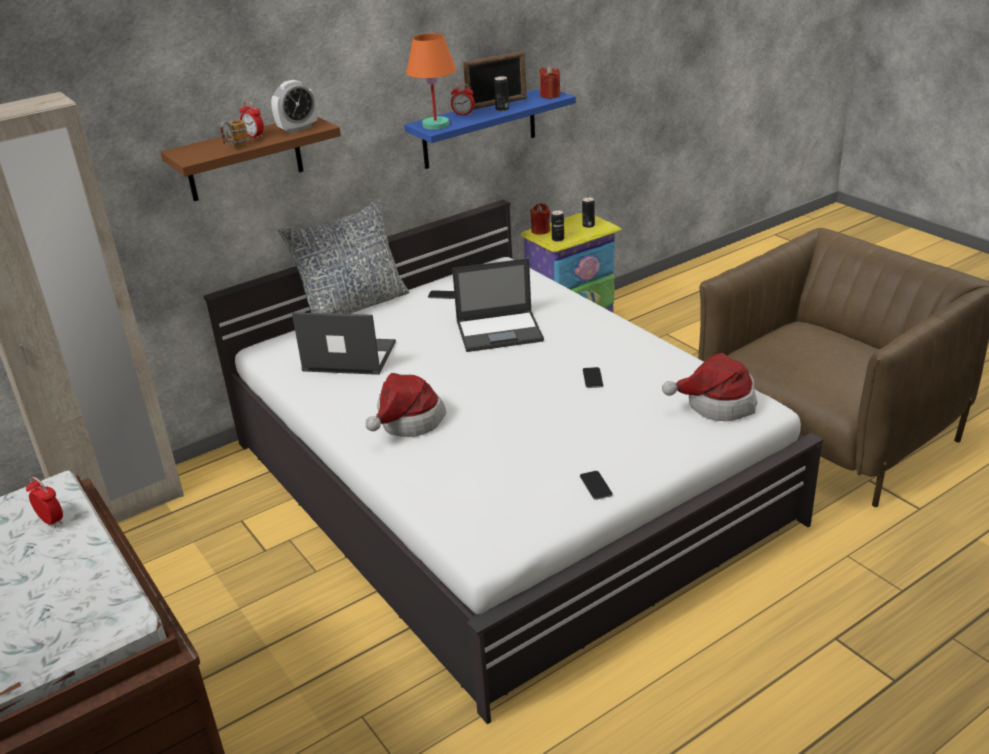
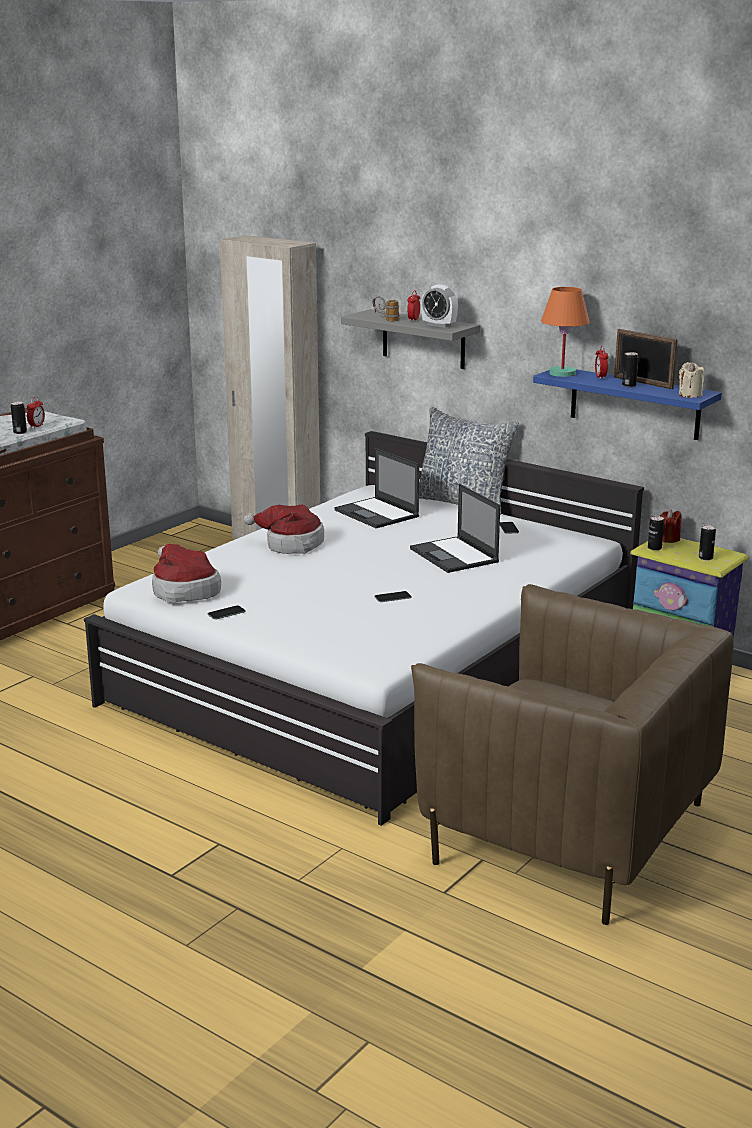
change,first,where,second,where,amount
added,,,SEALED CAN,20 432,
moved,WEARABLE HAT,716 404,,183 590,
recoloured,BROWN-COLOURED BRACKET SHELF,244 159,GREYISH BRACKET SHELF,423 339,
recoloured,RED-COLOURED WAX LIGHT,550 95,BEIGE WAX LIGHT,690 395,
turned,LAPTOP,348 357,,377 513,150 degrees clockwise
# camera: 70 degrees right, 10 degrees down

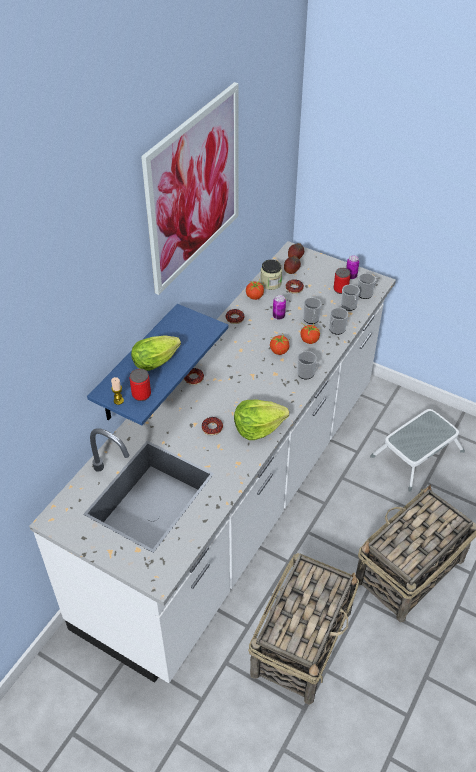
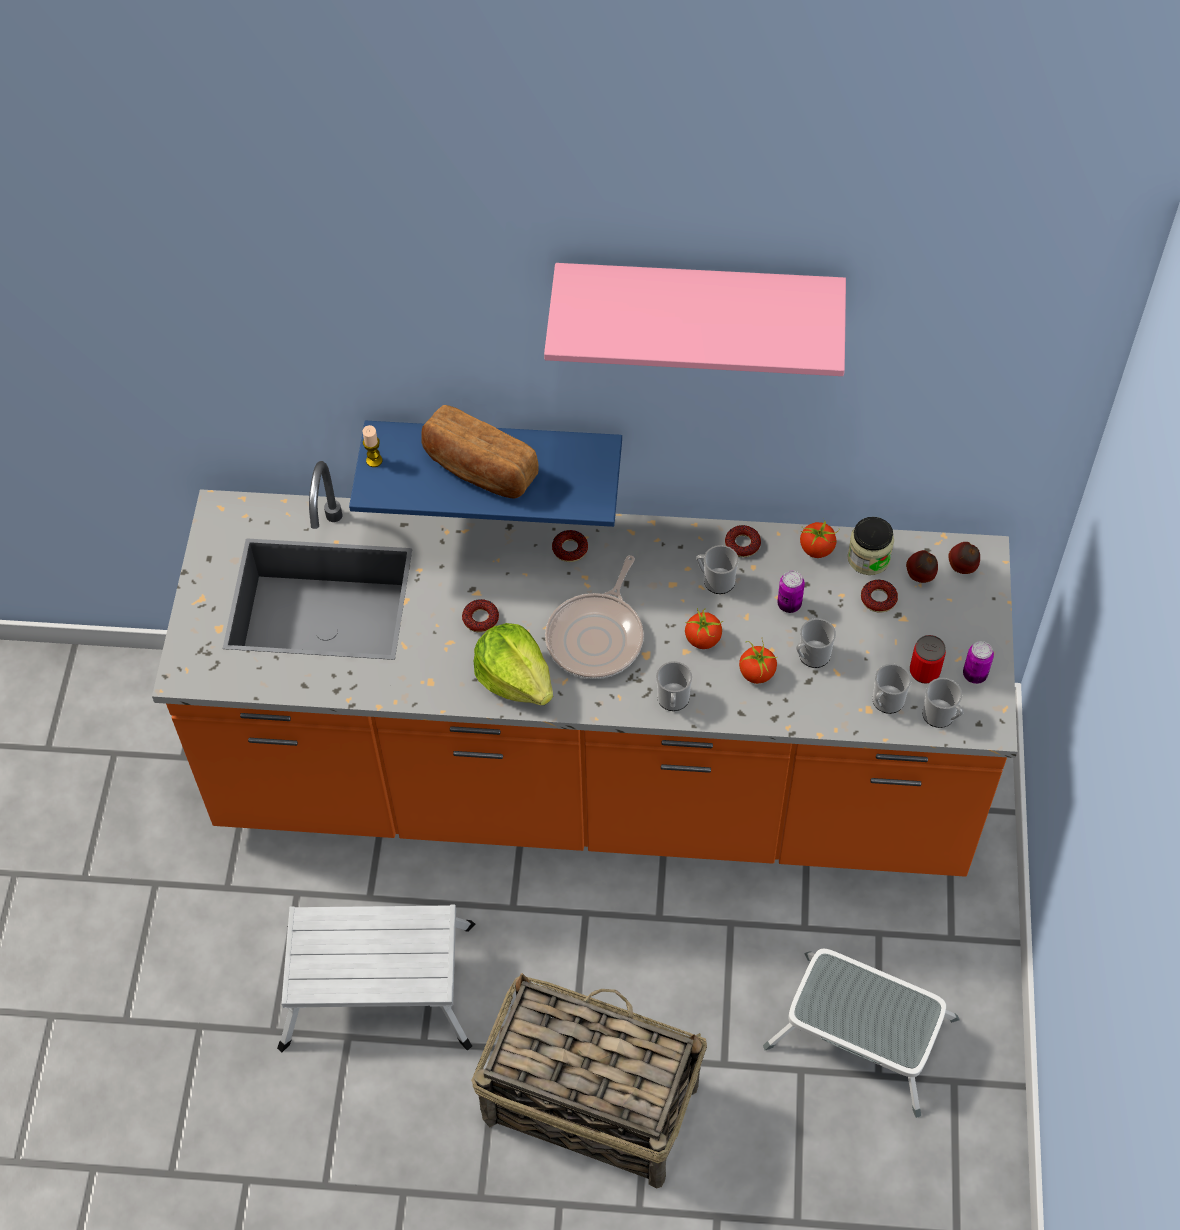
change,first,where,second,where,amount
removed,SEALED CAN,141 394,,,
added,,,FRYING PAN,597 637,
moved,COFFEE MUG,336 330,,715 580,
replaced,LETTUCE,158 361,BREAD,479 469,
replaced,WALL ART,194 189,PINK BRACKET SHELF,698 305,
replaced,BASKET,302 641,WHITE-COLOURED STEP LADDER,379 985,
recoloured,WHITE-COLOURED KITCHEN BASE UNIT,237 499,ORANGE KITCHEN BASE UNIT,594 781,
# camera: 65 degrees right, 10 degrees up

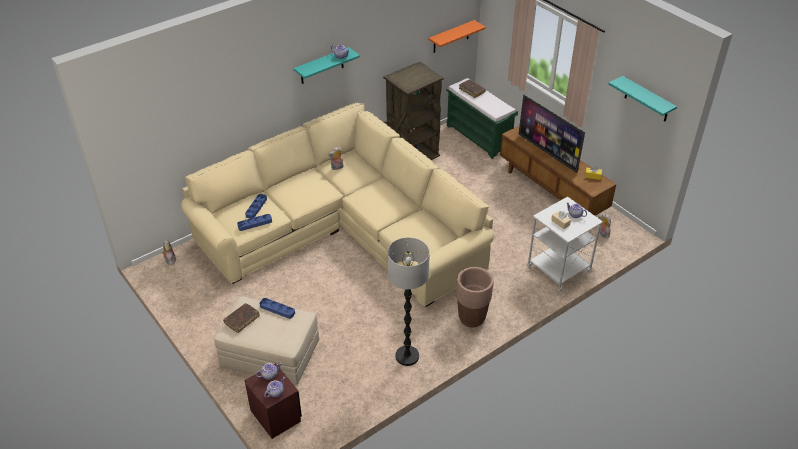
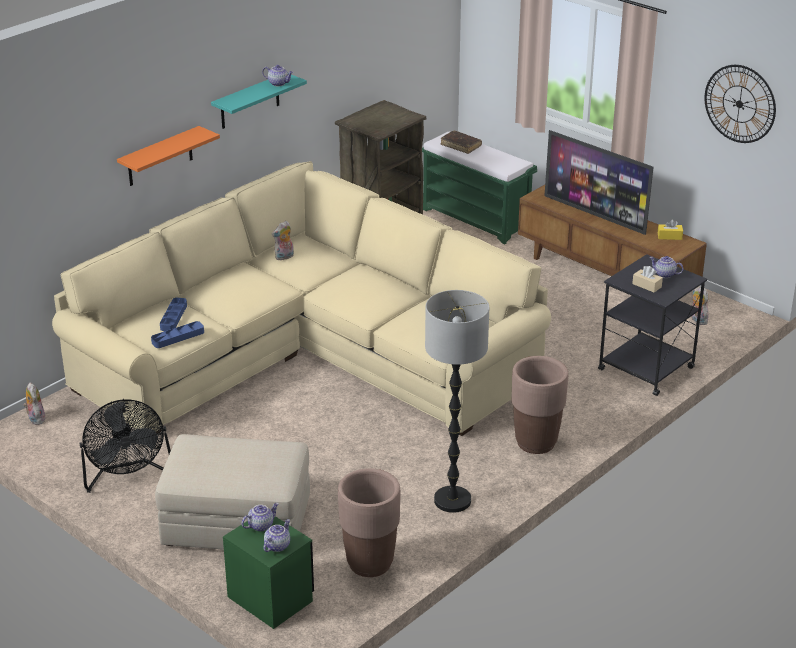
change,first,where,second,where,amount
removed,BROWN-COLOURED VOLUME,242 320,,,
removed,BLUE-COLOURED TRAY,277 309,,,
added,,,BLACK COOLING FAN,123 474,
added,,,BROWN-COLOURED PLANTER,369 563,
moved,ORANGE BRACKET SHELF,451 37,,160 157,
replaced,TURQUOISE BRACKET SHELF,647 100,WALL CLOCK,739 104,
recoloured,BROWN-COLOURED NIGHTSTAND,276 415,GREEN-COLOURED NIGHTSTAND,270 599,
recoloured,WHITE-COLOURED TROLLEY,558 269,BLACK TROLLEY,645 369,
# camera: 10 degrees left, 10 degrees down

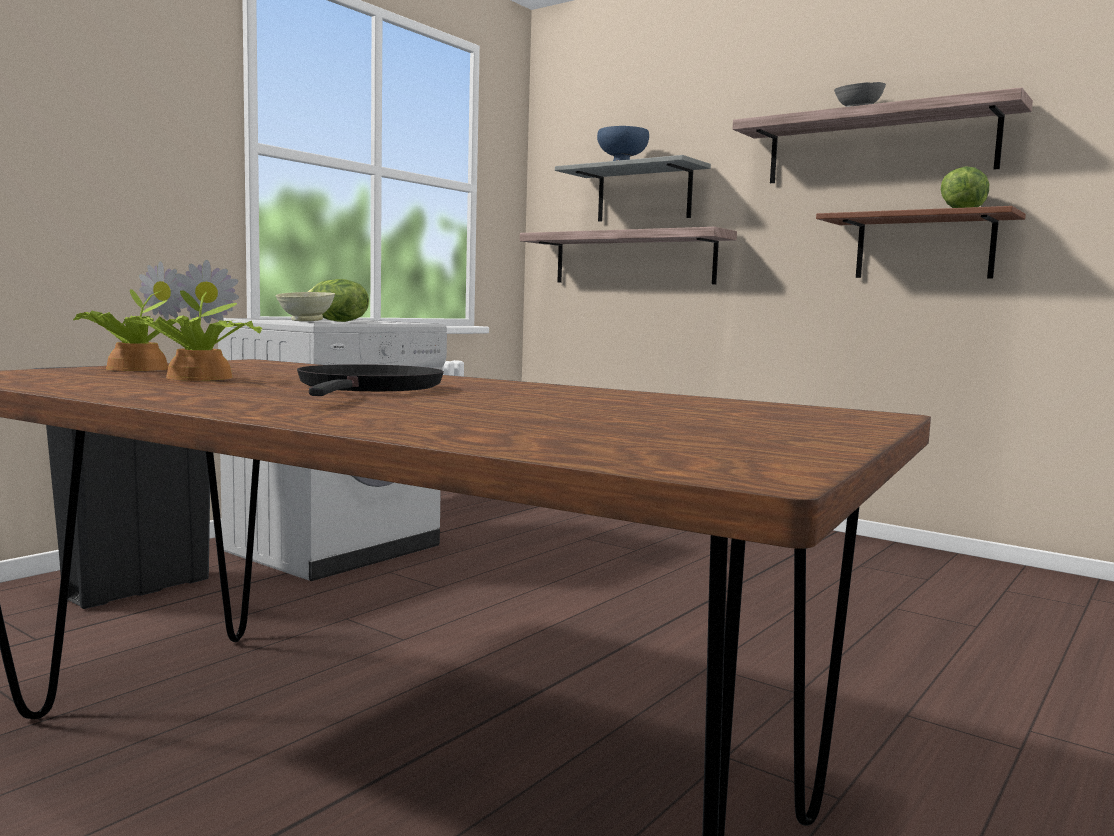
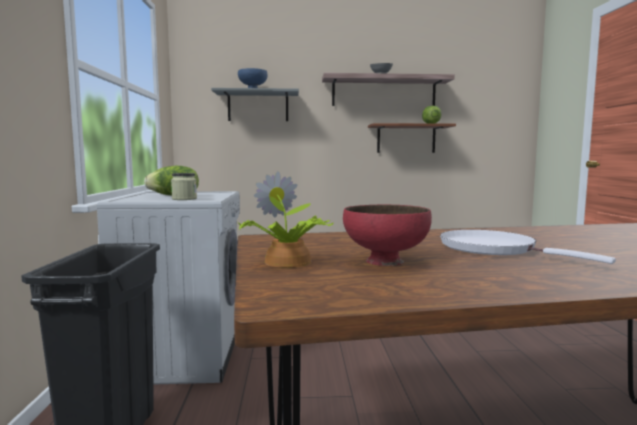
change,first,where,second,where,amount
removed,BRACKET SHELF,633 258,,,
replaced,HOUSEPLANT,196 377,RED-COLOURED DEEP DISH,385 261,
replaced,BEIGE DEEP DISH,304 321,STORAGE JAR,184 199,
recoloured,BLACK FRYING PAN,369 388,WHITE-COLOURED FRYING PAN,493 249,
# camera: 40 degrees left, 0 degrees up

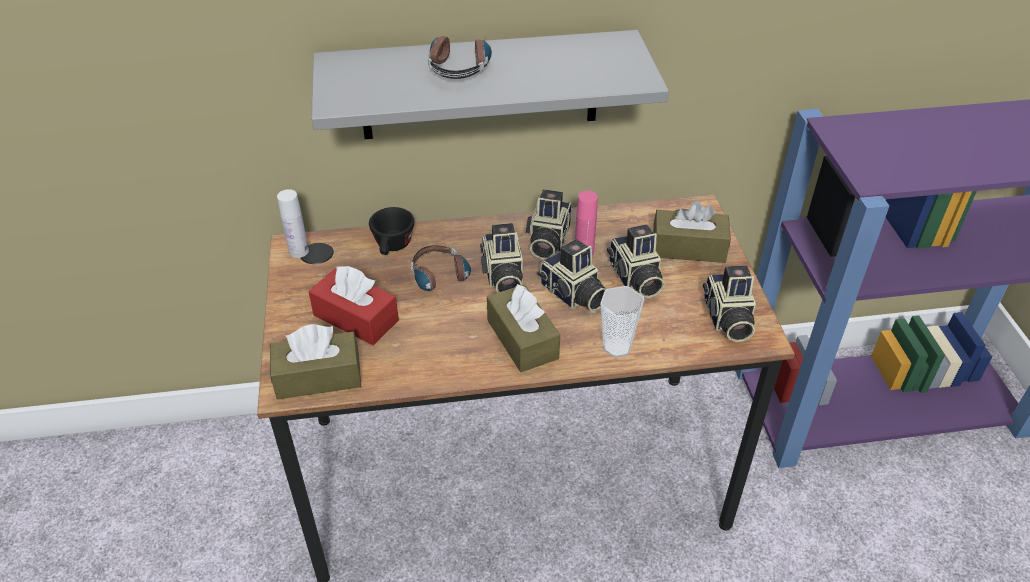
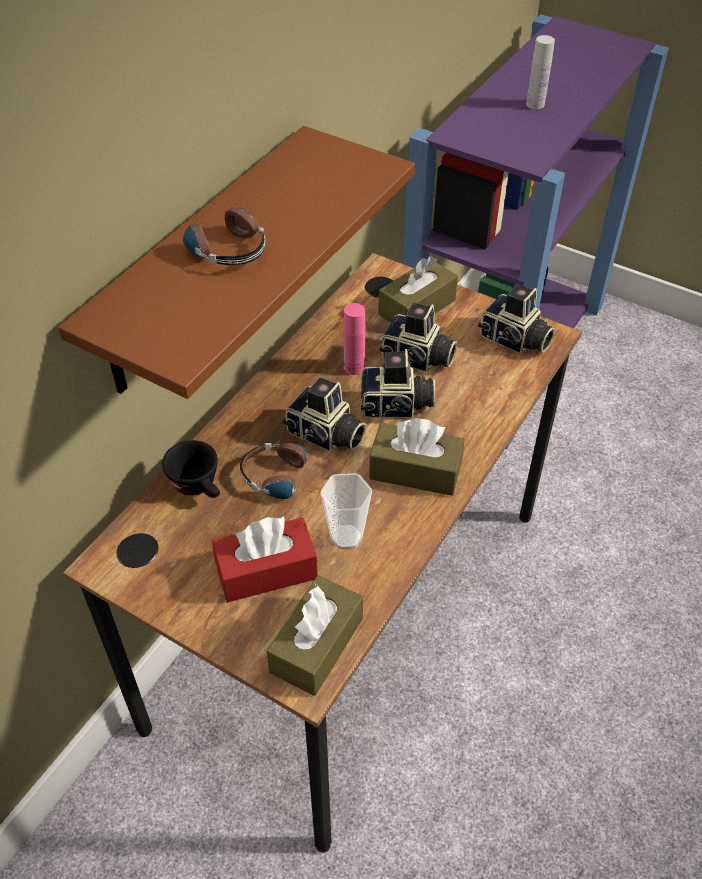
change,first,where,second,where,amount
removed,STILL CAMERA,546 241,,,
moved,WHITE-COLOURED BEVERAGE BOTTLE,299 251,,535 104,
moved,SMALL CUP,617 347,,346 537,
recoloured,GREYISH BRACKET SHELF,480 85,BROWN-COLOURED BRACKET SHELF,201 263,
# camera: 50 degrees left, 5 degrees up

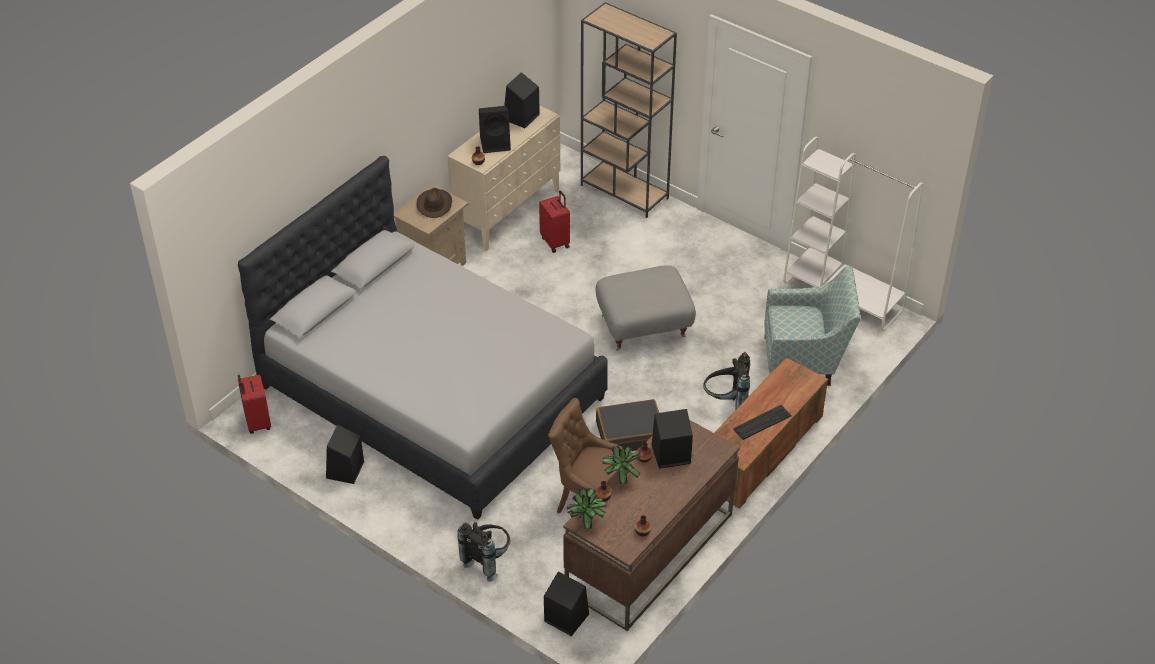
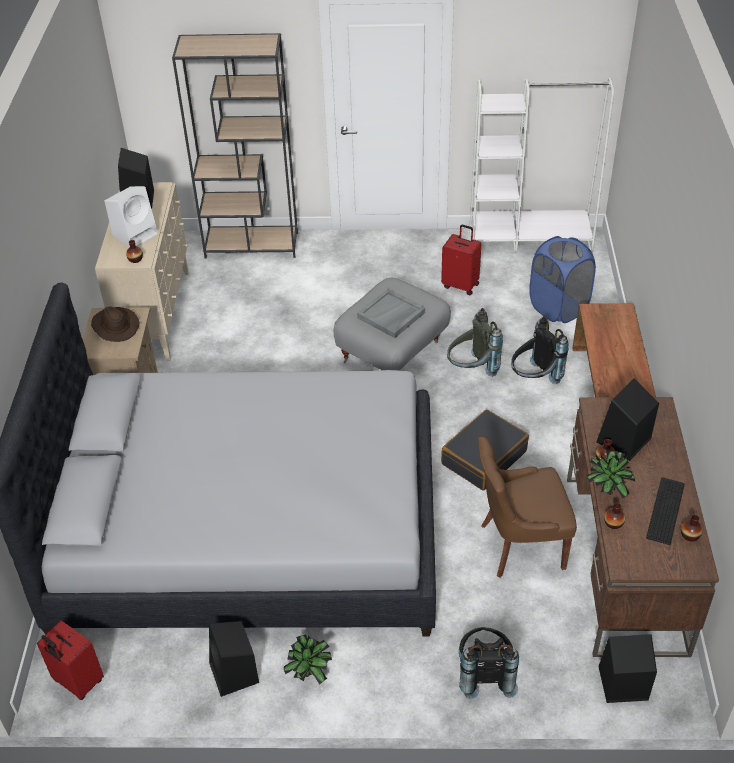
change,first,where,second,where,amount
added,,,GREYISH TRAY,391 316,
added,,,GREYISH BACKPACK,472 370,
moved,RED-COLOURED TRAVEL CASE,556 242,,461 285,
moved,HOUSEPLANT,587 522,,310 674,
moved,PC KEYBOARD,762 422,,665 510,
replaced,EASY CHAIR,806 360,BLUE-COLOURED LAUNDRY BASKET,558 307,
recoloured,BLACK AUDIO SPEAKER,496 143,WHITE-COLOURED AUDIO SPEAKER,136 234,
# camera: 35 degrees left, 0 degrees up

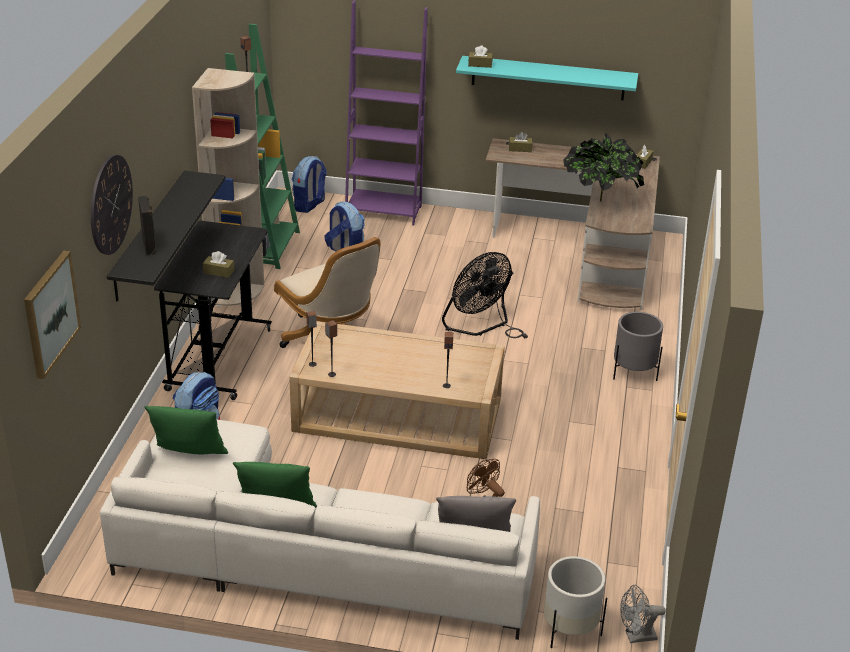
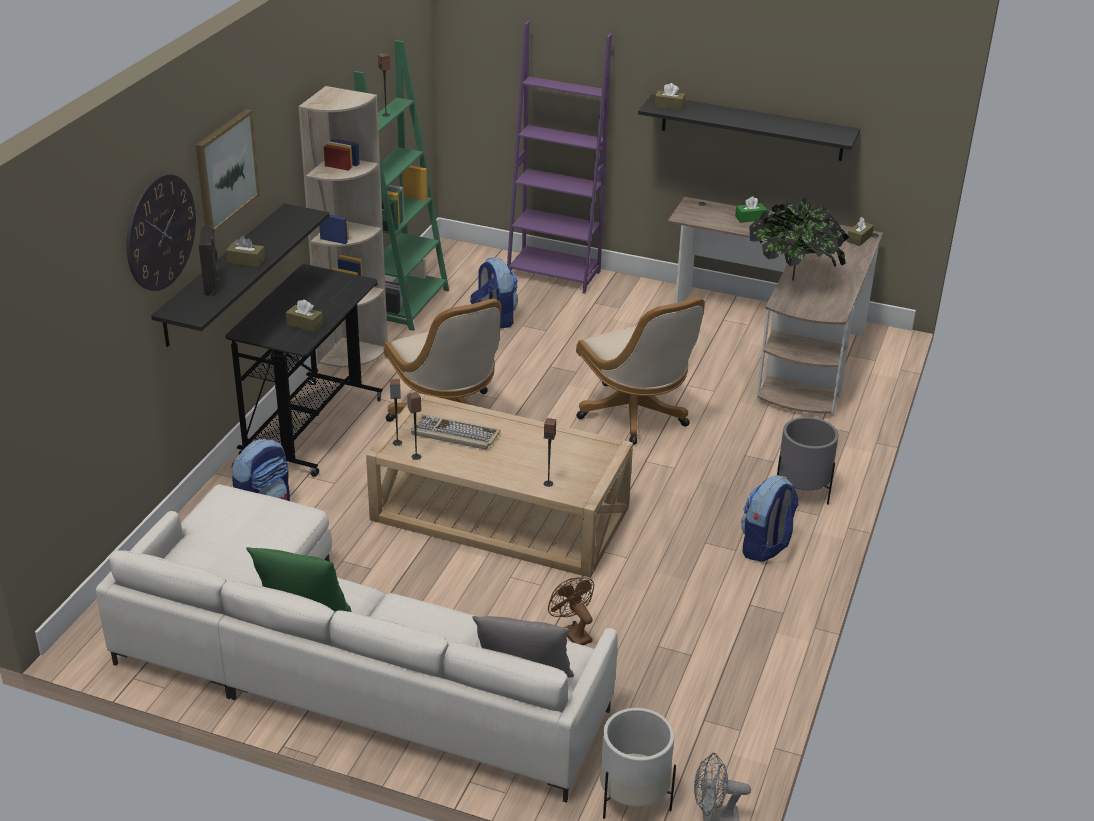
change,first,where,second,where,amount
removed,GREEN-COLOURED CUSHION,190 455,,,
added,,,PC KEYBOARD,454 434,
added,,,GREEN-COLOURED BOX OF TISSUES,750 218,
moved,WALL ART,50 313,,225 170,
moved,BACKPACK,309 205,,765 547,
moved,BROWN-COLOURED BOX OF TISSUES,520 149,,246 261,
replaced,BLACK COOLING FAN,487 324,OFFICE CHAIR,638 416,
recoloured,TURQUOISE BRACKET SHELF,548 78,BLACK BRACKET SHELF,752 128,
# camera: 10 degrees right, 0 degrees up

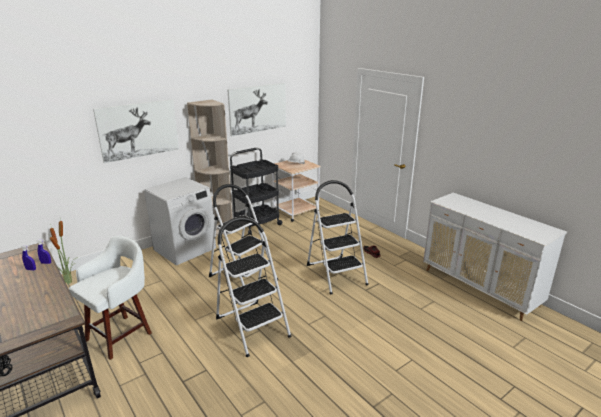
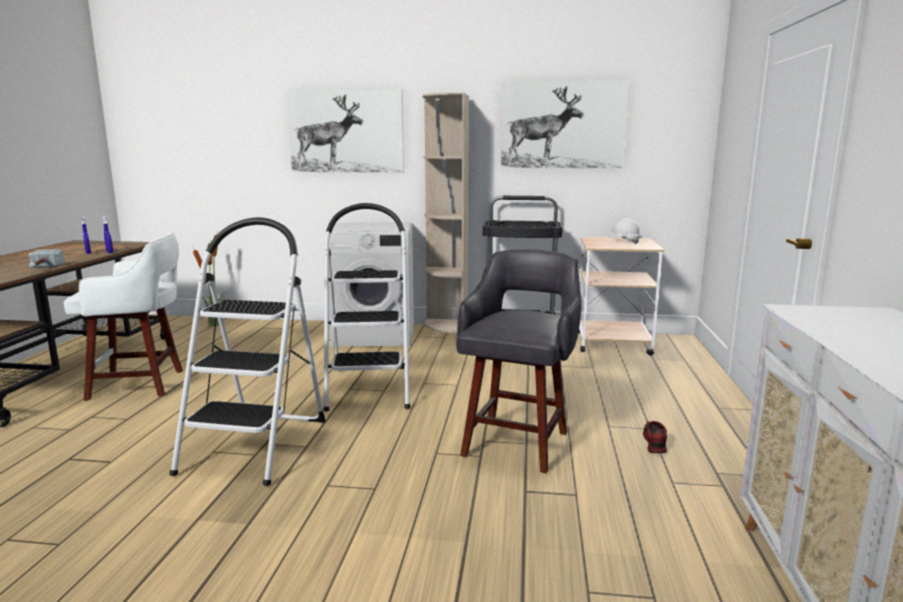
change,first,where,second,where,amount
added,,,HAND HAMMER,42 268,
replaced,STEP LADDER,336 274,GREYISH SITTING STOOL,517 441,
# camera: 45 degrees right, 10 degrees down

